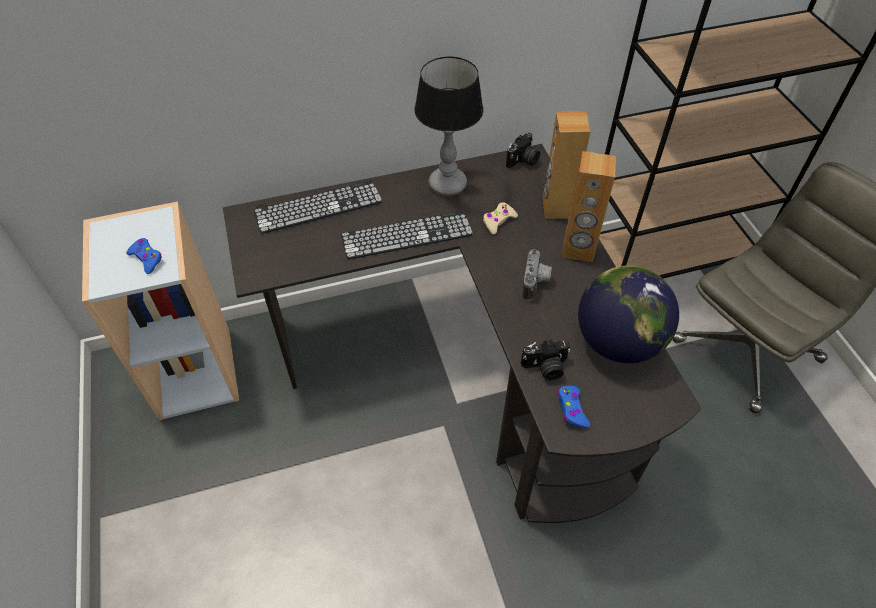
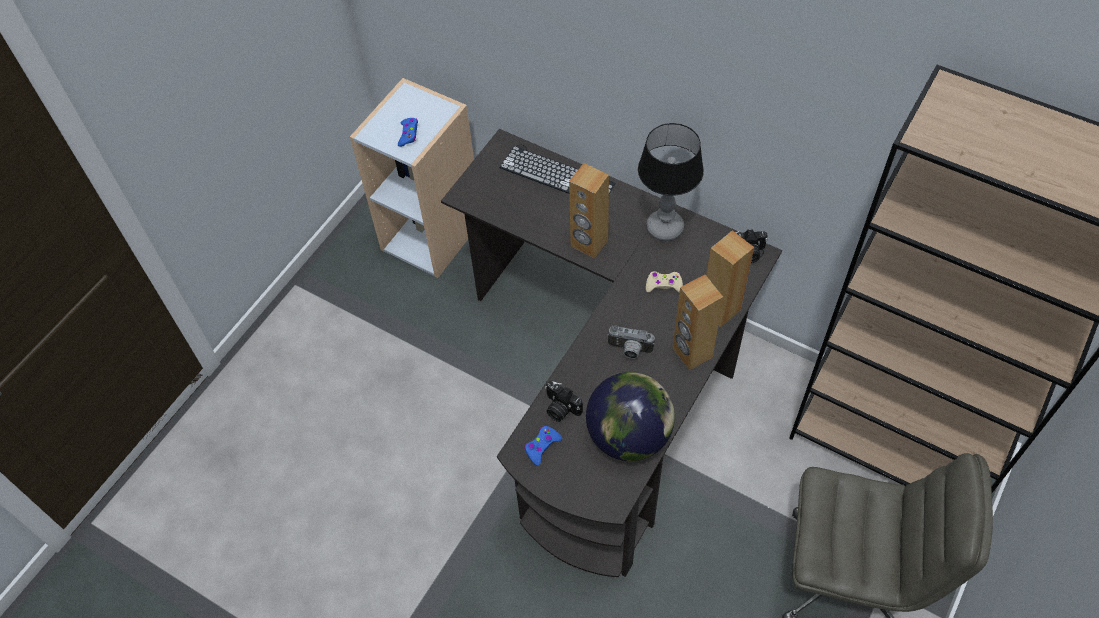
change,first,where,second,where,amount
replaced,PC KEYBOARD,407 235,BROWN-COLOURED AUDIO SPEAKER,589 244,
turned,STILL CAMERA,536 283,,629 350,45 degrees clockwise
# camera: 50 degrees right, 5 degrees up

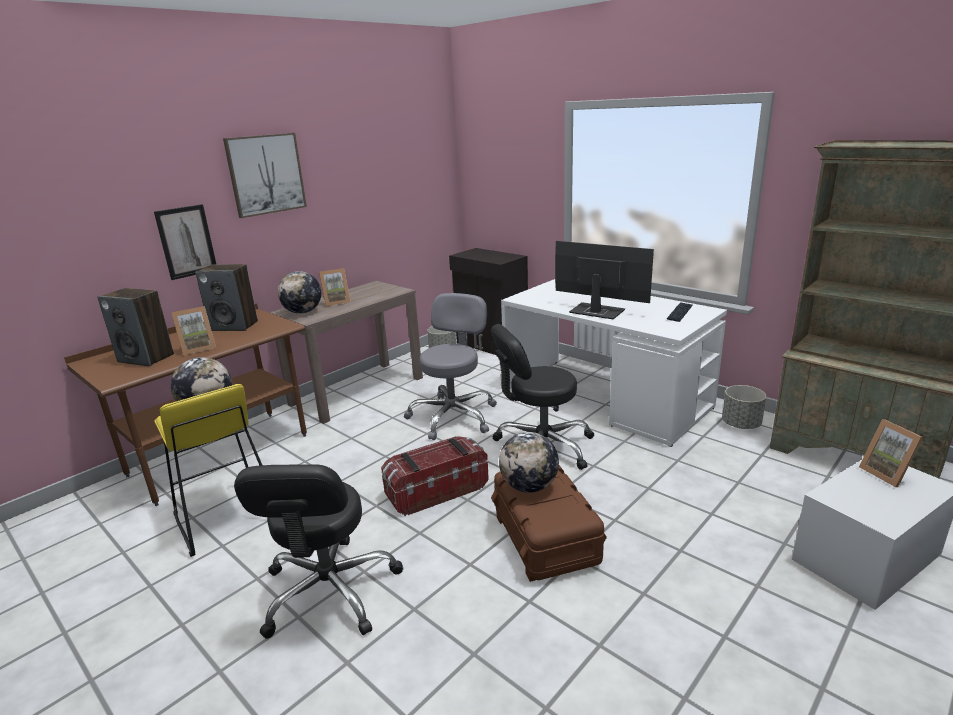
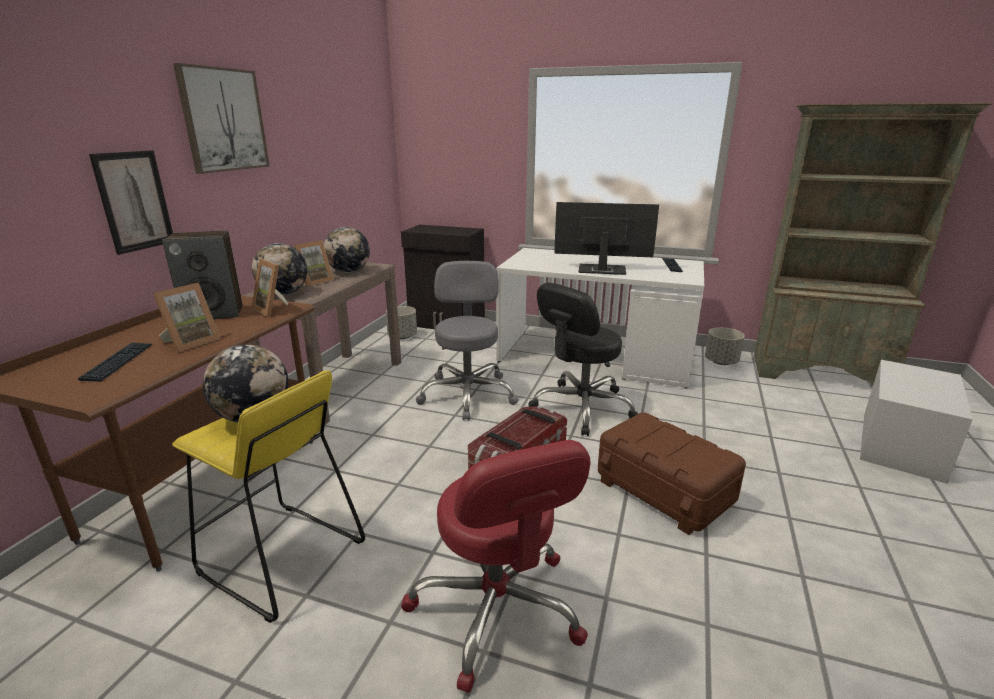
change,first,where,second,where,amount
moved,DESK GLOBE,529 487,,349 271,
moved,STANDING FRAME,887 473,,273 309,
replaced,AUDIO SPEAKER,146 358,PC KEYBOARD,118 362,
recoloured,BLACK OFFICE CHAIR,328 596,RED-COLOURED OFFICE CHAIR,499 614,
# camera: 25 degrees left, 0 degrees up

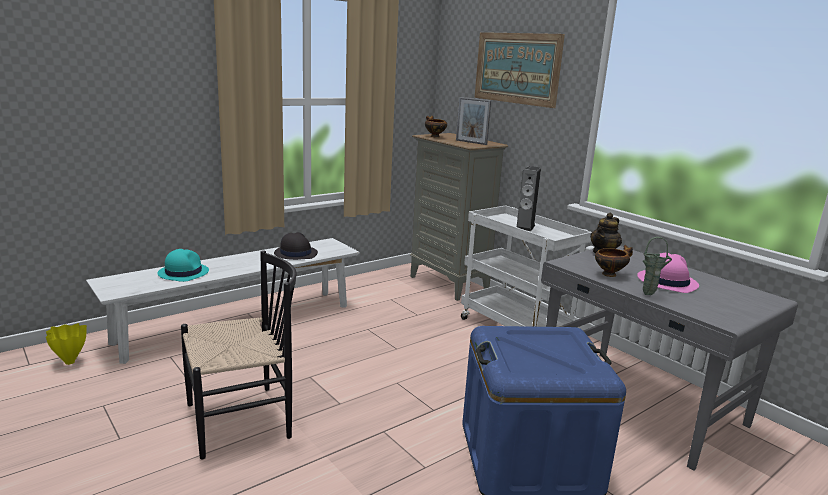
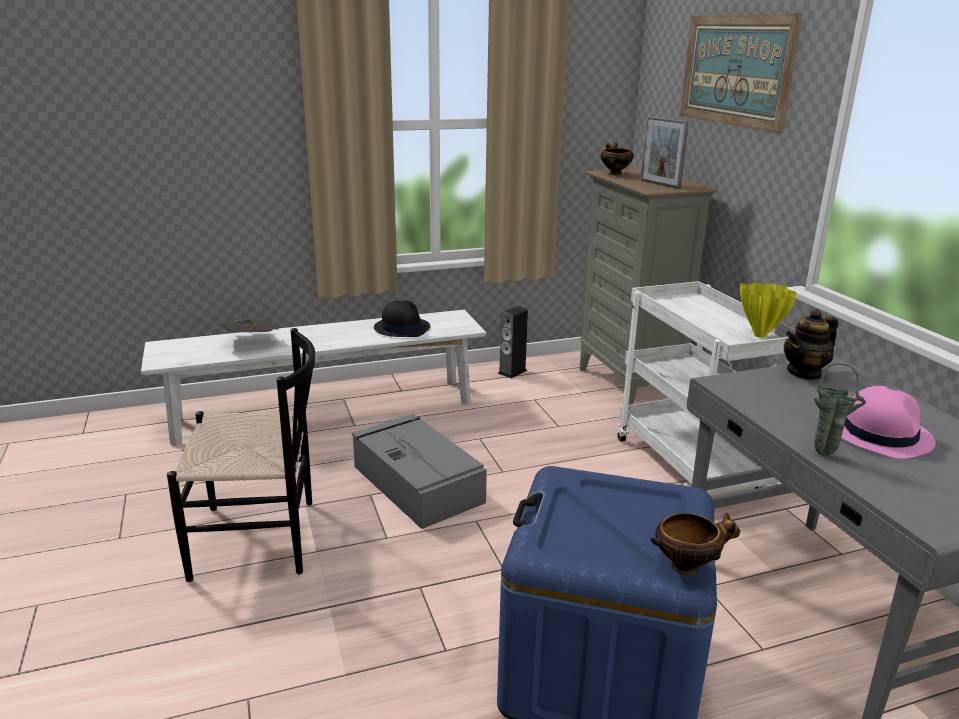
change,first,where,second,where,amount
added,,,GREYISH STORAGE BOX,416 483,
moved,YELLOWISH VASE,70 362,,761 335,
moved,AUDIO SPEAKER,525 227,,512 372,
moved,DEEP DISH,610 274,,687 566,
replaced,TURQUOISE WEARABLE HAT,183 272,PRINTED PAPER,252 342,
# camera: 20 degrees right, 5 degrees up

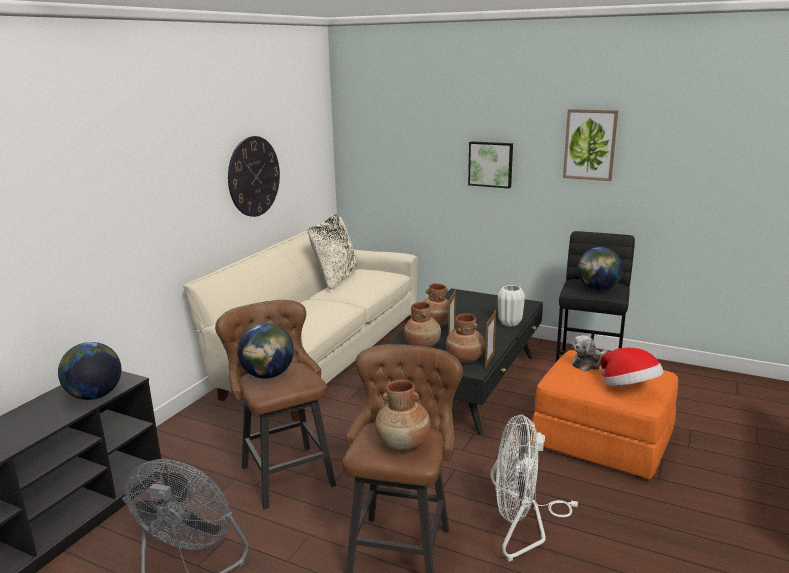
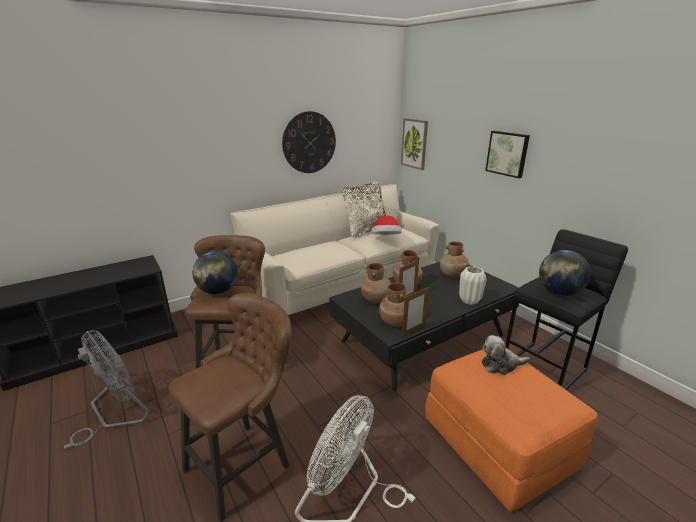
change,first,where,second,where,amount
removed,DESK GLOBE,94 396,,,
moved,BROWN-COLOURED VASE,403 445,,452 274,
moved,WALL ART,590 144,,414 143,
moved,WEARABLE HAT,629 388,,385 239,
# camera: 30 degrees right, 5 degrees up

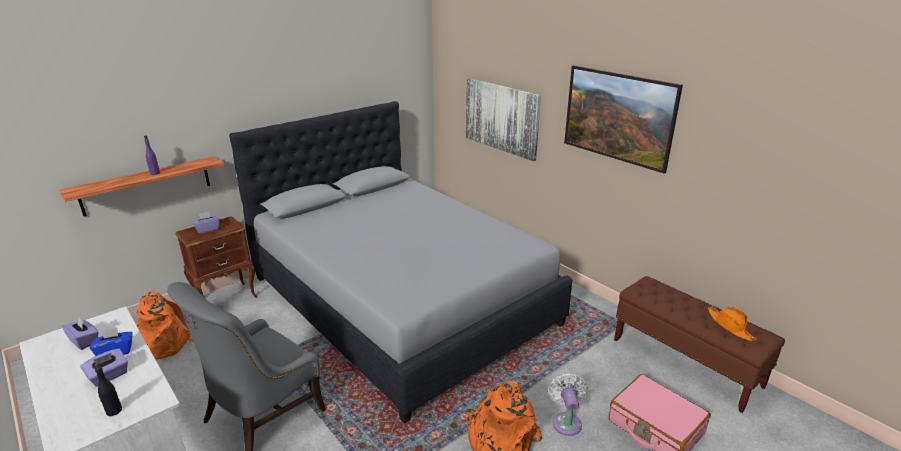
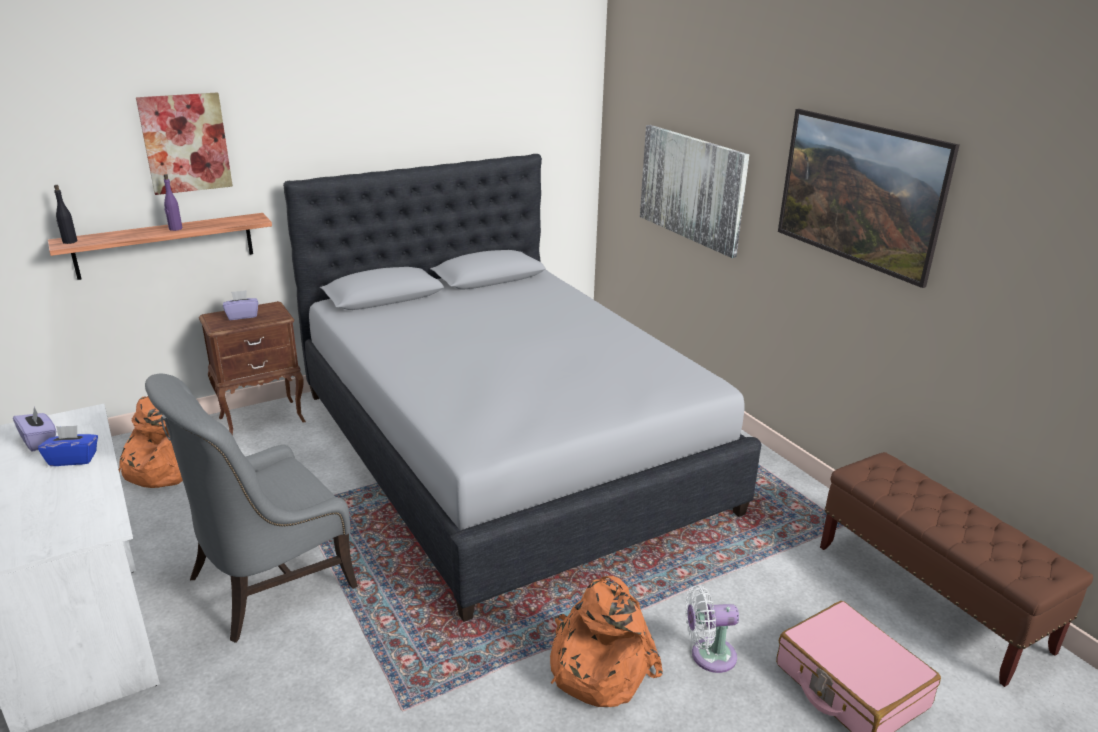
change,first,where,second,where,amount
removed,PURPLE BOX OF TISSUES,109 376,,,
removed,ORANGE WEARABLE HAT,730 326,,,
added,,,WALL ART,185 143,
moved,BLACK BEVERAGE BOTTLE,114 411,,69 242,
turned,WHITE-COLOURED COOLING FAN,566 421,,708 655,105 degrees counterclockwise
# camera: 10 degrees right, 0 degrees up

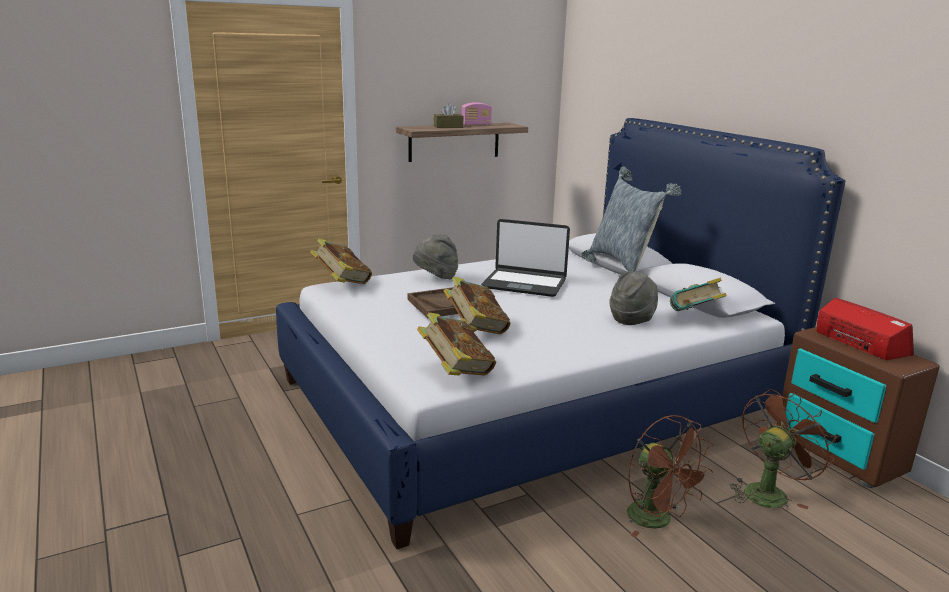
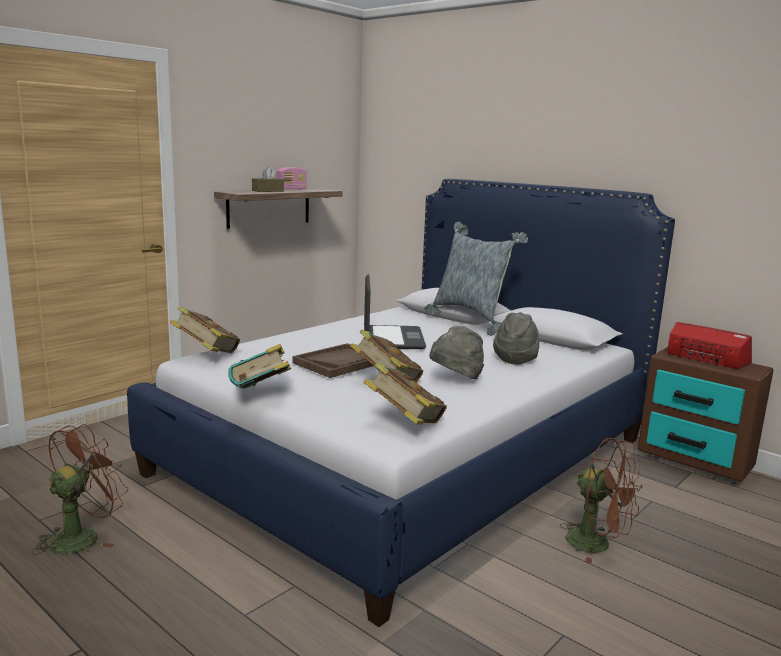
change,first,where,second,where,amount
moved,GREYISH WEARABLE HAT,436 277,,455 379,
moved,VOLUME,694 318,,261 394,
moved,BROWN-COLOURED COOLING FAN,769 492,,82 536,
turned,LAPTOP,524 284,,392 339,90 degrees counterclockwise
# camera: 20 degrees left, 5 degrees down

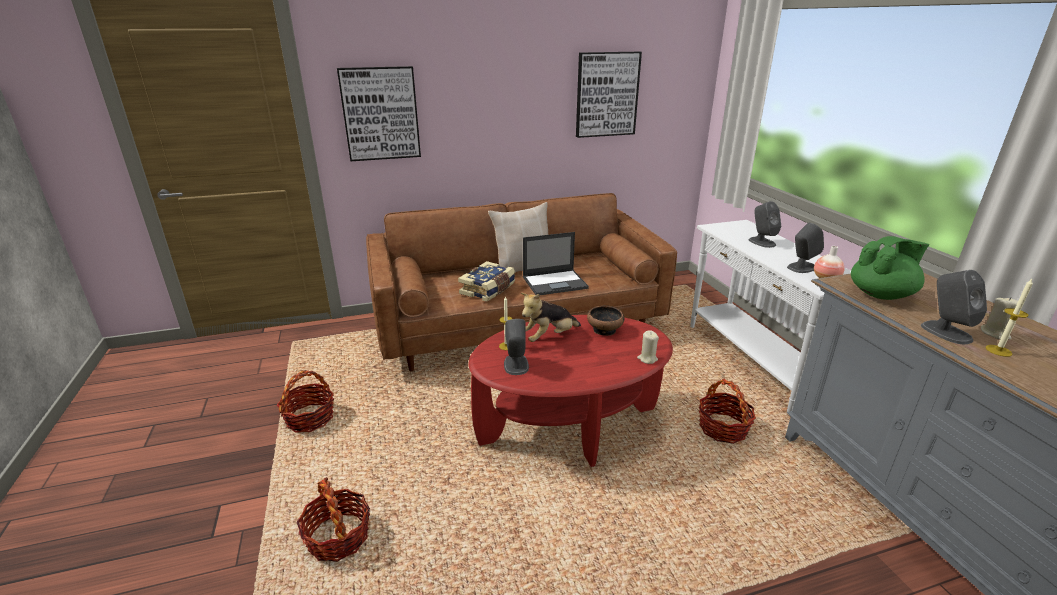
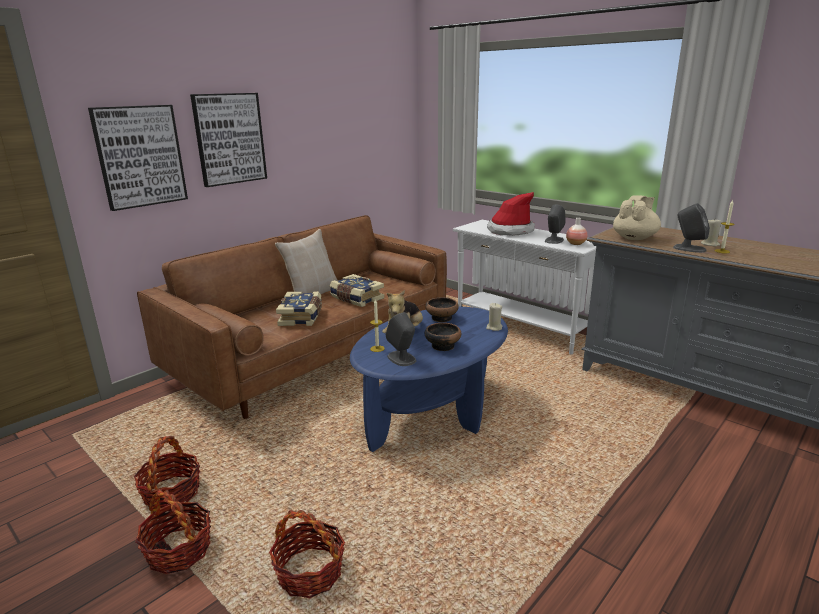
change,first,where,second,where,amount
added,,,DEEP DISH,442 346,
moved,WALL ART,606 94,,229 139,
moved,BASKET,722 428,,179 550,
replaced,LAPTOP,555 282,VOLUME,356 299,
replaced,GREYISH AUDIO SPEAKER,761 242,WEARABLE HAT,510 231,
recoloured,RED-COLOURED LOUNGE TABLE,569 426,BLUE-COLOURED LOUNGE TABLE,432 413,
recoloured,GREEN-COLOURED POT FOR TEA,881 294,BEIGE POT FOR TEA,634 238,
# camera: 30 degrees left, 5 degrees down

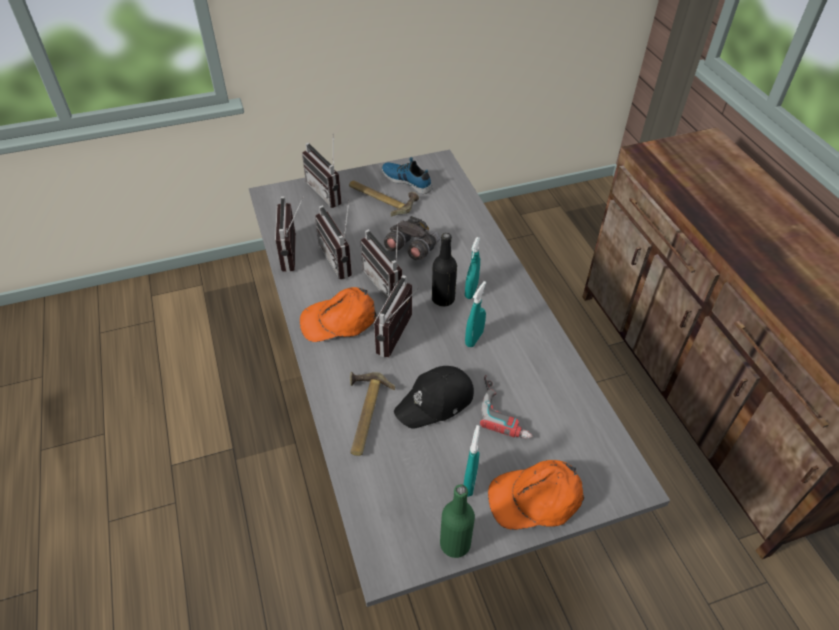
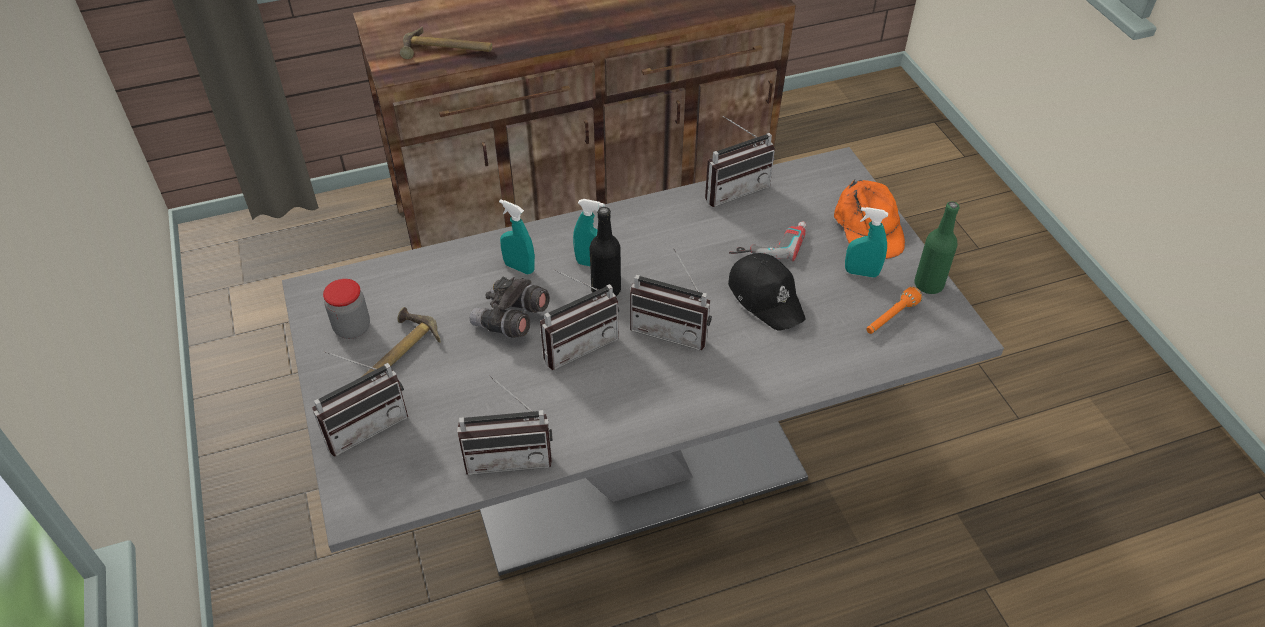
change,first,where,second,where,amount
removed,ORANGE BASEBALL CAP,339 320,,,
added,,,ORANGE FLASHLIGHT,890 318,
moved,RADIO RECEIVER,342 259,,734 188,
moved,HAND HAMMER,363 415,,447 51,
moved,TURQUOISE HAND SPRAYER,474 338,,519 267,
replaced,LOW SHOE,407 180,STORAGE JAR,352 328,
# camera: 90 degrees left, 0 degrees up

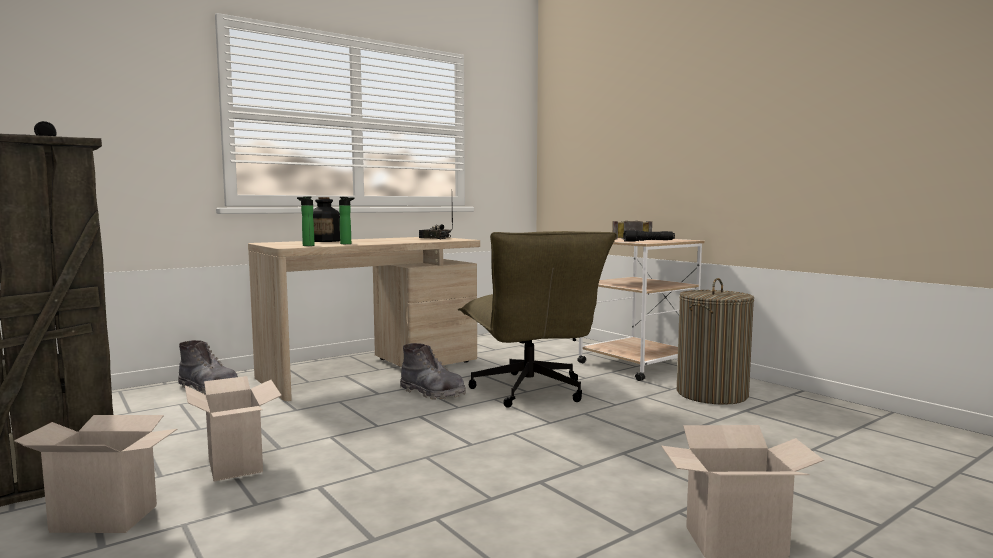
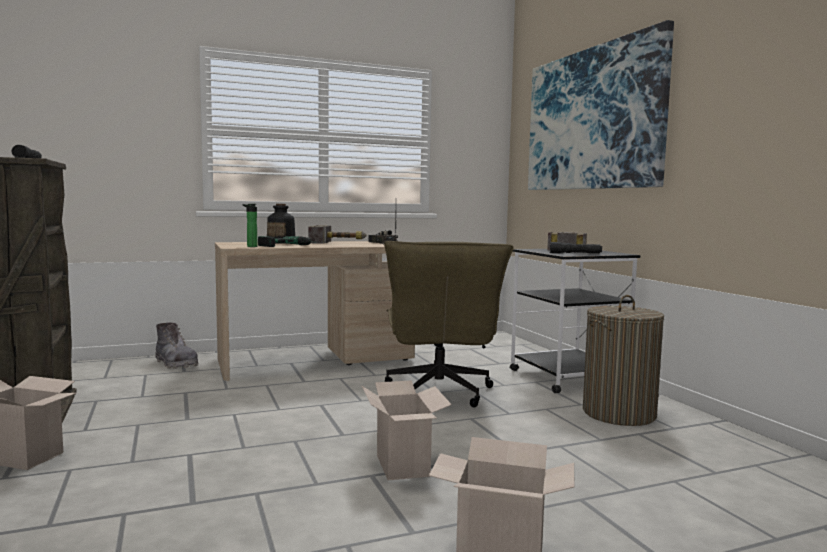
change,first,where,second,where,amount
removed,GREYISH HIGH-TOP BOOT,432 393,,,
added,,,HAND HAMMER,339 243,
added,,,WALL ART,592 119,
moved,CARDBOARD BOX,237 465,,405 466,
replaced,BEVERAGE BOTTLE,347 244,DRILL,289 246,
recoloured,BEIGE TROLLEY,638 365,BLACK TROLLEY,568 378,
# camera: 15 degrees right, 0 degrees up

